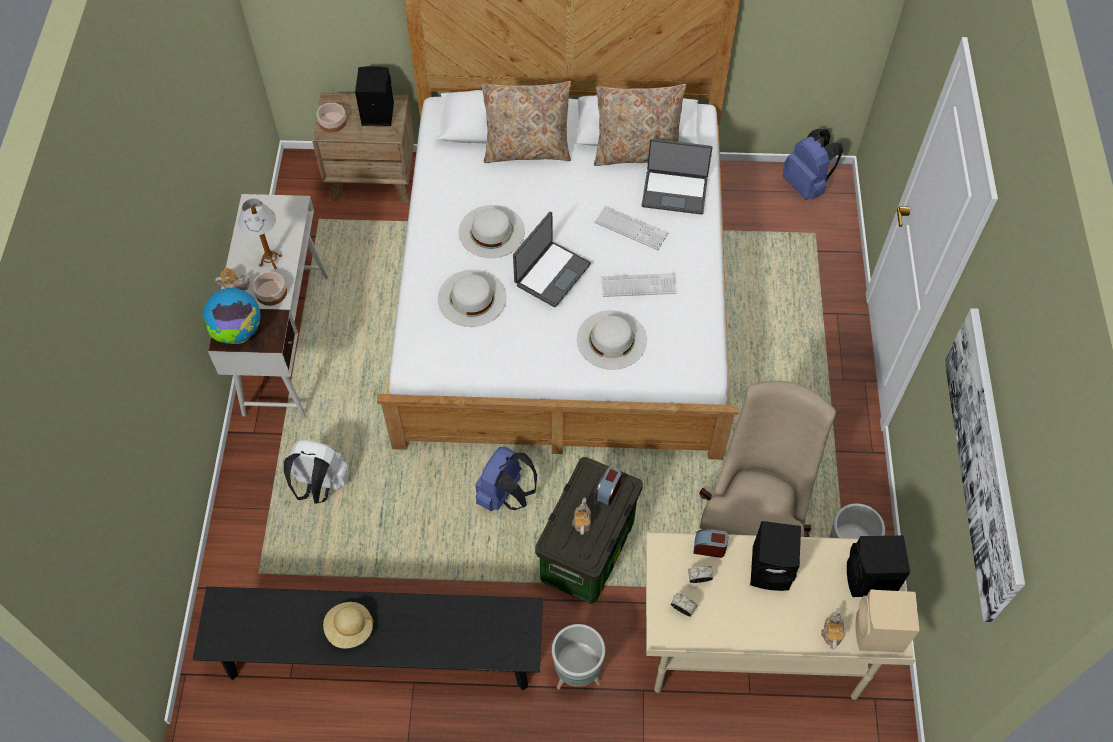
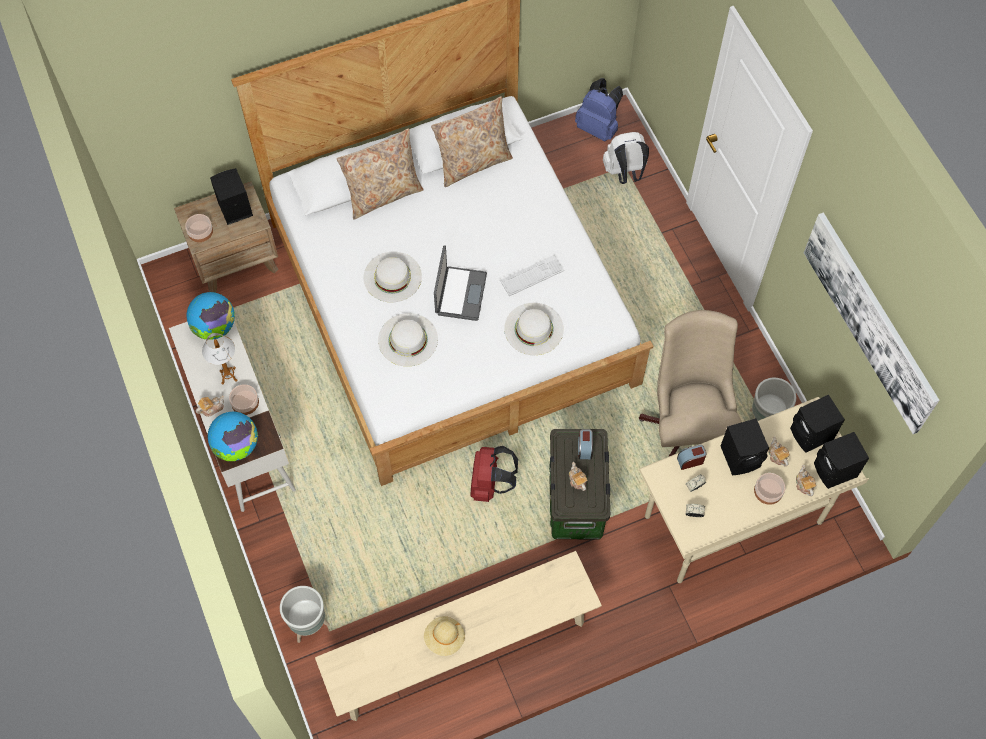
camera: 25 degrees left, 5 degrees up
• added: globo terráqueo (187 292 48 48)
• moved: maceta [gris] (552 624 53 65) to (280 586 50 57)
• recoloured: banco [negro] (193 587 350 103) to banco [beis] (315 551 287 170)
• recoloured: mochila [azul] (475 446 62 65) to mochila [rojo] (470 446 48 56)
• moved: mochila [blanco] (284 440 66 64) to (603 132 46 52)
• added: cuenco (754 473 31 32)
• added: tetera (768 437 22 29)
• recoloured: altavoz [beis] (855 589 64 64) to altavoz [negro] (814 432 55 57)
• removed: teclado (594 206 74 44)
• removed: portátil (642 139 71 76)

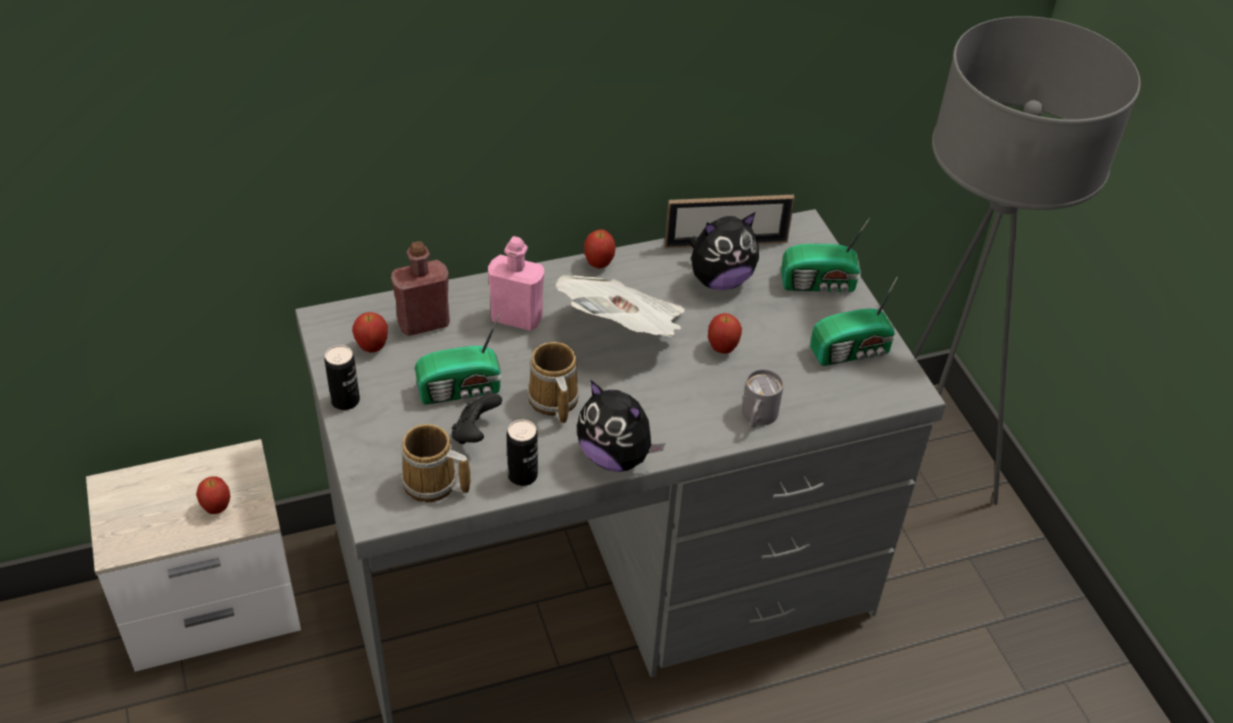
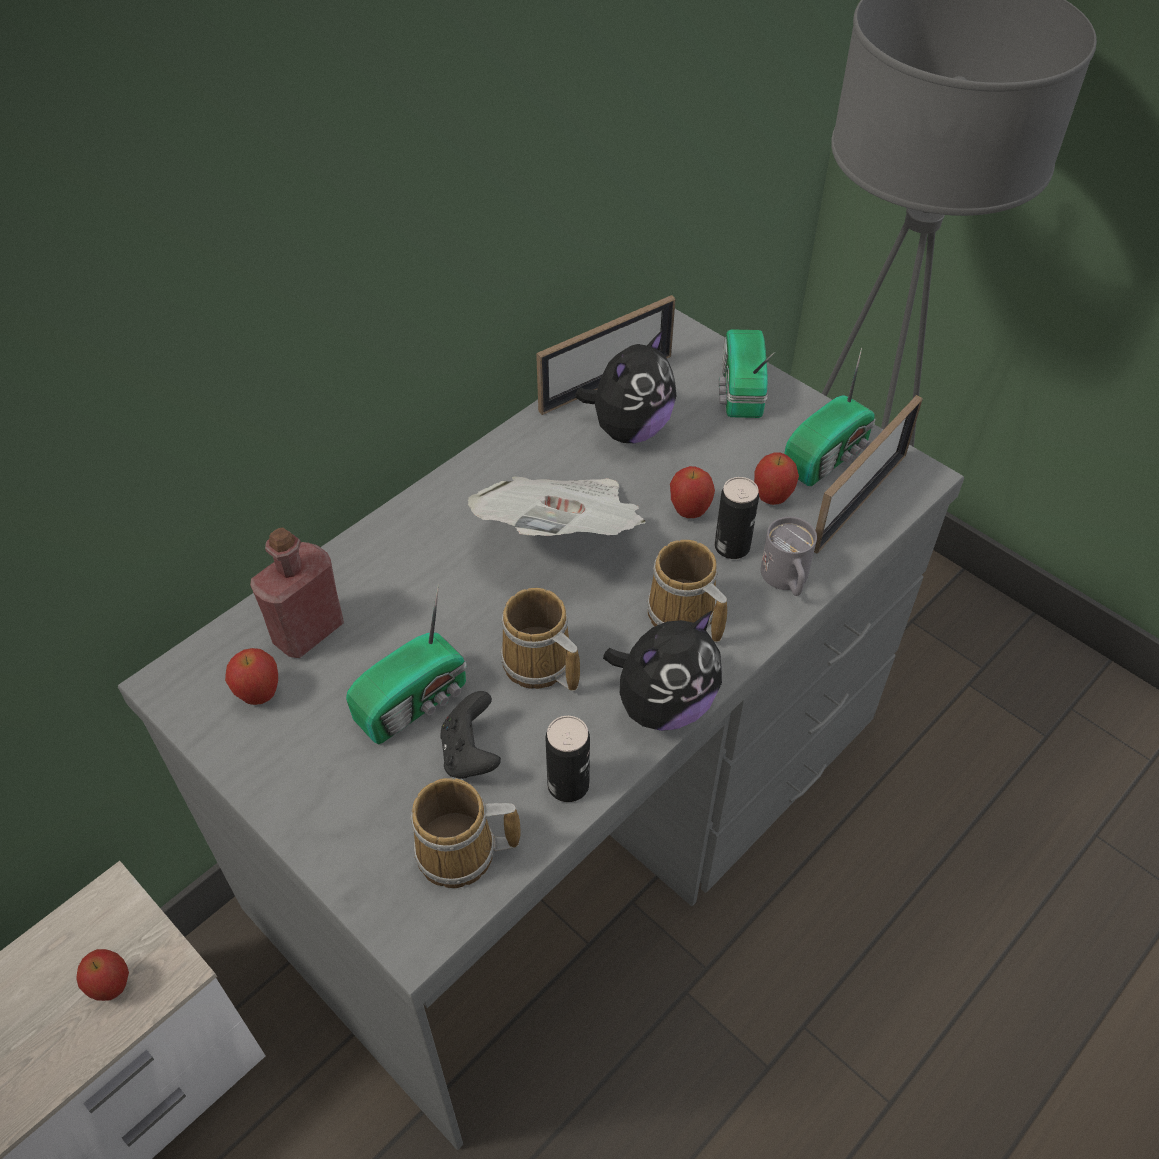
camera: 25 degrees left, 5 degrees up
• turned: peluche (577 380 88 92) = (603 611 119 120) 45 degrees counterclockwise
• added: taza grande (647 540 80 102)
• moved: lata (324 345 36 65) to (714 477 45 82)
• turned: radio (781 218 89 74) = (719 329 56 89) 120 degrees clockwise
• moved: manzana (584 229 32 39) to (754 452 45 53)
• added: portarretratos (814 395 109 158)
• removed: botella [rosa] (488 236 56 95)

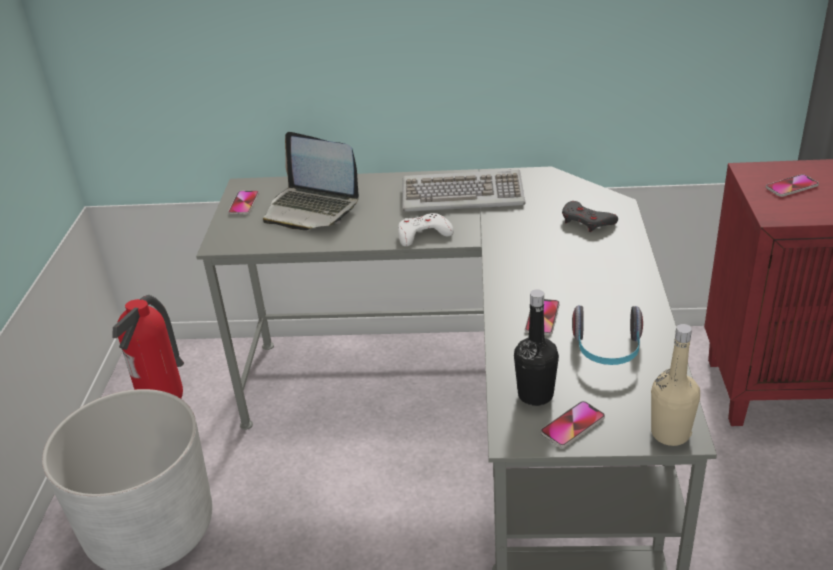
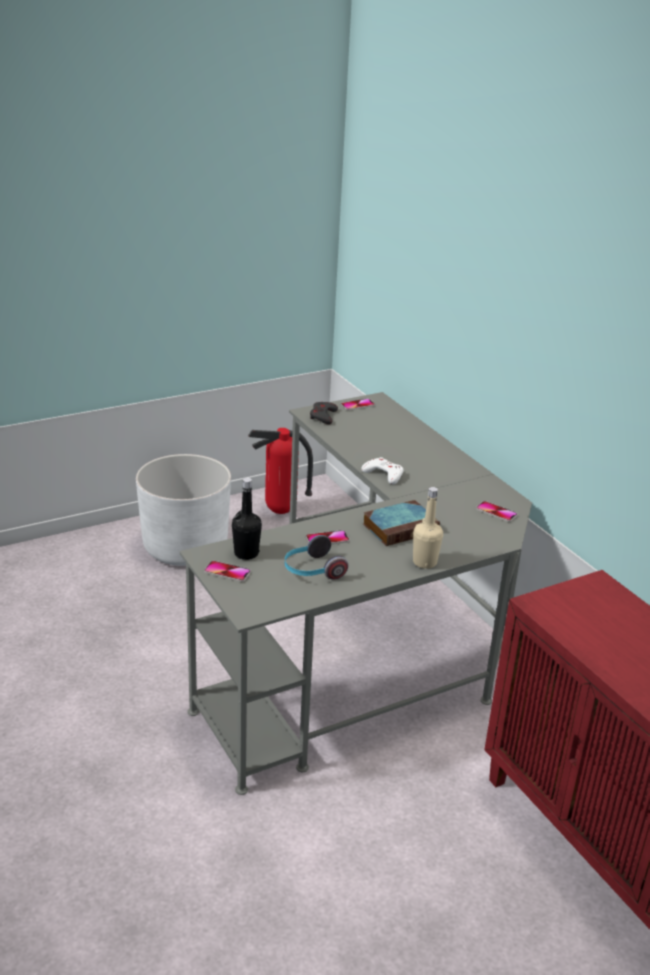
camera: 55 degrees right, 5 degrees down
• moved: mando de consola [gris] (562 201 56 31) to (310 402 28 23)
• added: libro (363 500 77 46)
• moved: botella [beis] (651 324 49 122) to (413 487 30 82)
• moved: móvil (766 174 53 23) to (476 501 42 21)
• removed: portátil (263 132 96 98)
• removed: teclado (403 170 123 42)

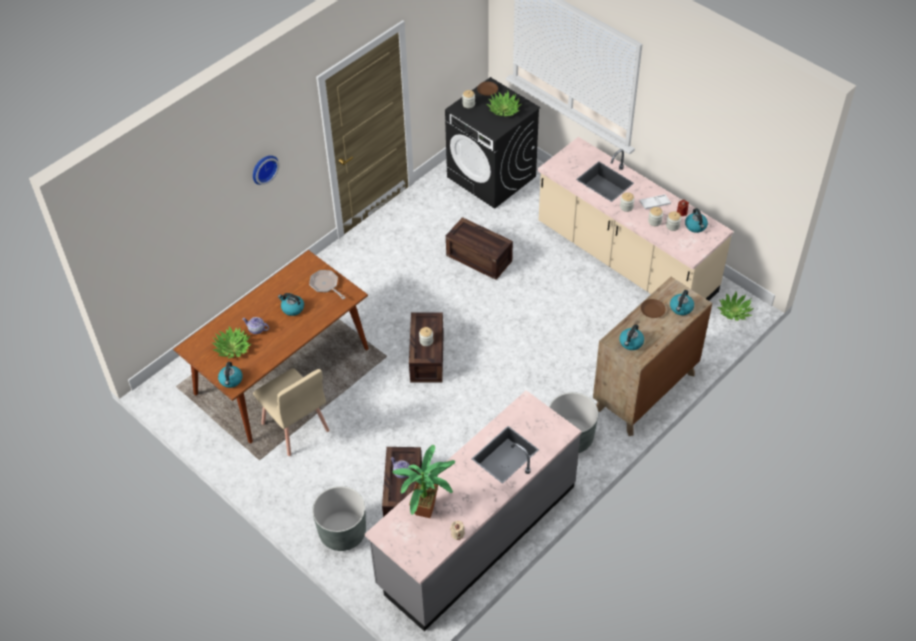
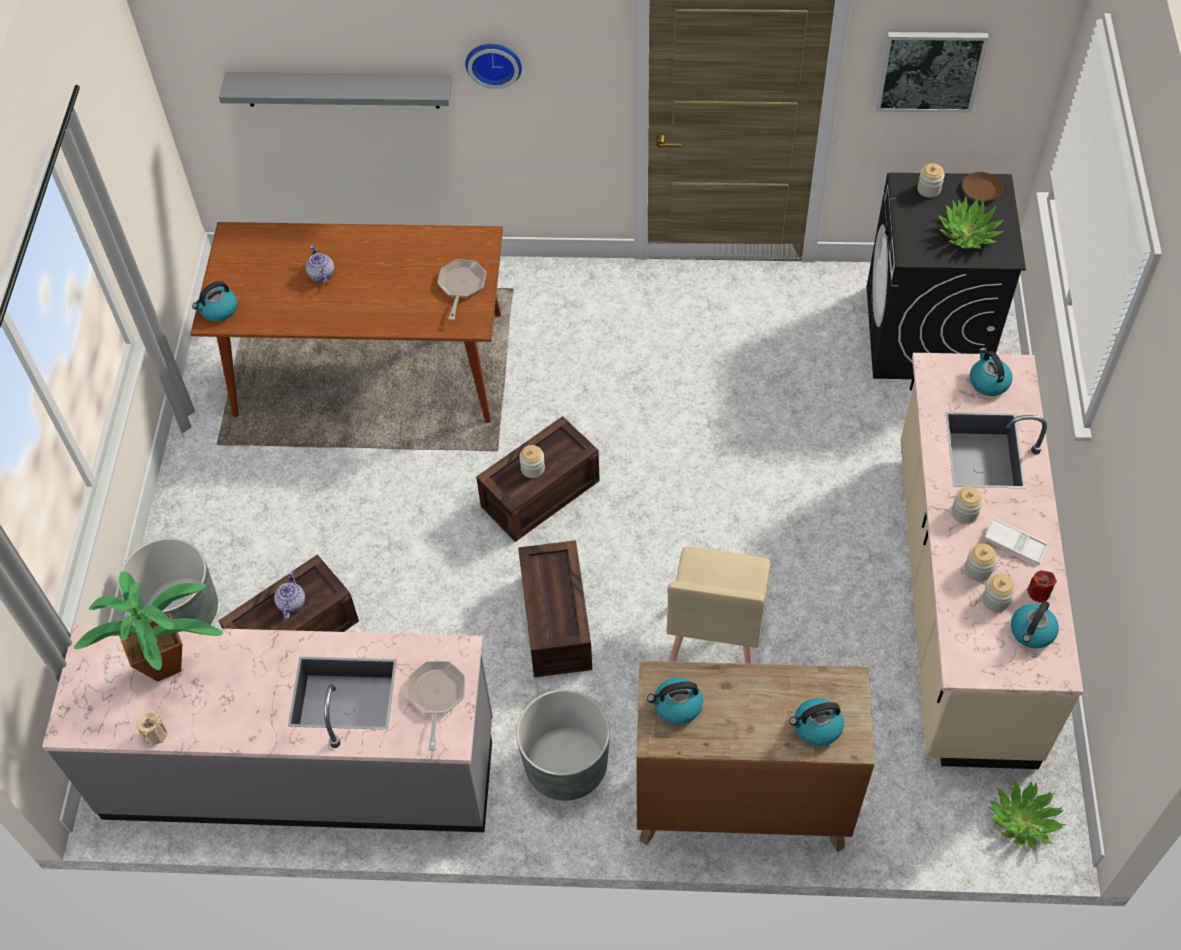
camera: 50 degrees right, 5 degrees up
• added: estante [gris] (219 72 233 37)
• added: sartén (407 661 58 89)
• moved: caja de embalaje (446 217 67 63) to (518 540 74 137)
• moved: silla [beis] (253 368 76 88) to (667 547 103 117)
• added: cuadro (876 32 113 80)
• moved: hervidor (278 293 26 23) to (970 348 43 48)
• removed: planta en maceta (212 326 39 33)
• removed: plato [marrón] (641 299 25 19)

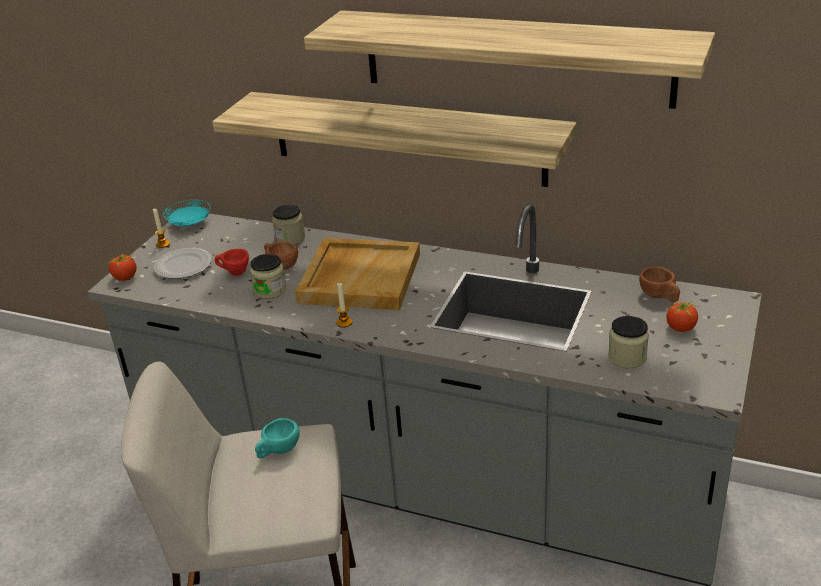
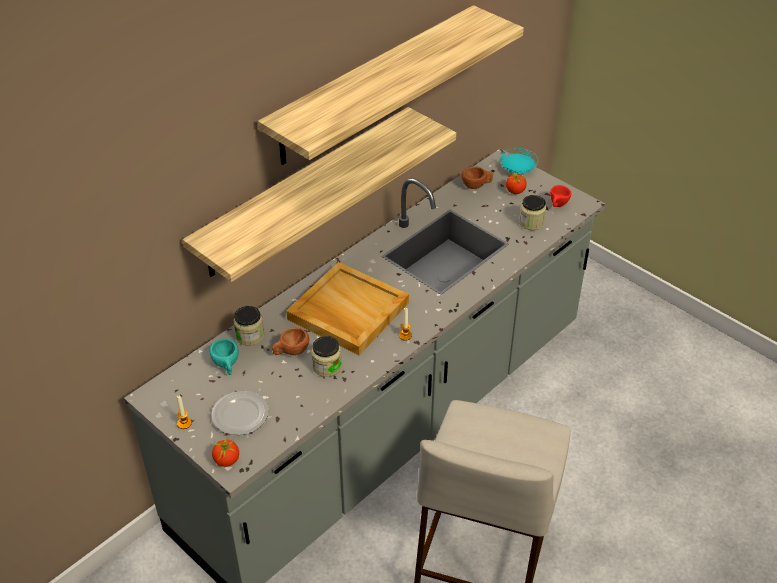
camera: 70 degrees left, 10 degrees up
• moved: taza [turquesa] (255 418 45 41) to (209 339 30 36)
• moved: plato [turquesa] (163 200 48 26) to (500 148 38 25)
• moved: taza [rojo] (215 249 34 27) to (550 185 22 22)

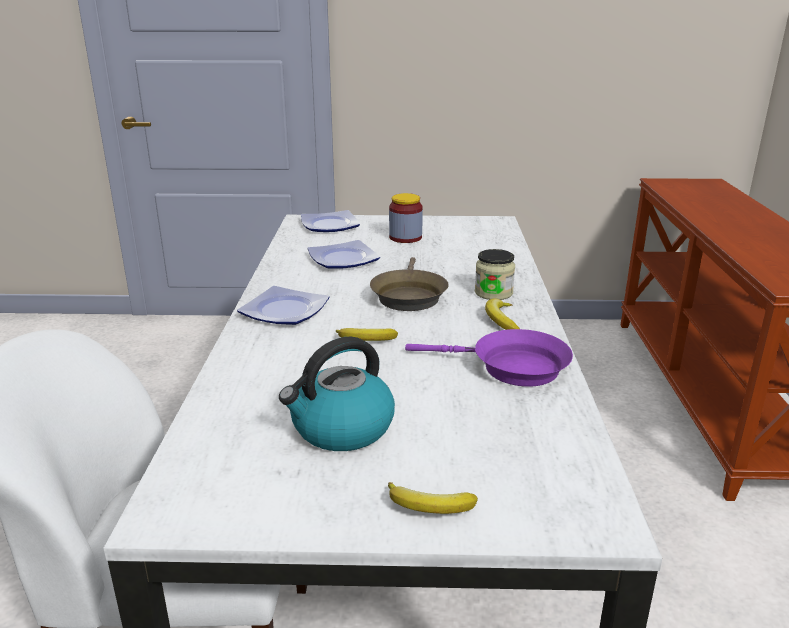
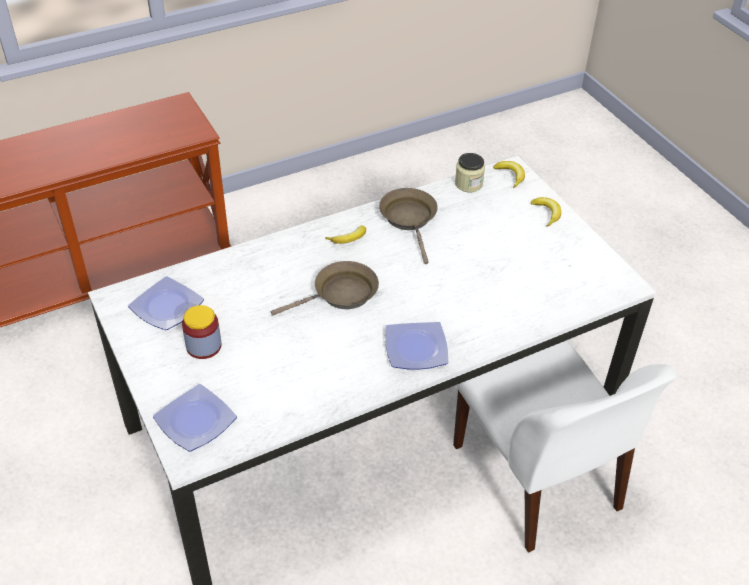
camera: 120 degrees left, 20 degrees up
• moved: plato (307 240 73 28) to (128 276 76 54)
• recoloured: sartén [morado] (405 329 168 58) to sartén [marrón] (379 188 59 76)
• moved: tarro (475 249 40 51) to (455 153 30 39)
• moved: plátano (336 328 62 13) to (493 161 32 27)
• removed: hervidor (279 337 116 114)

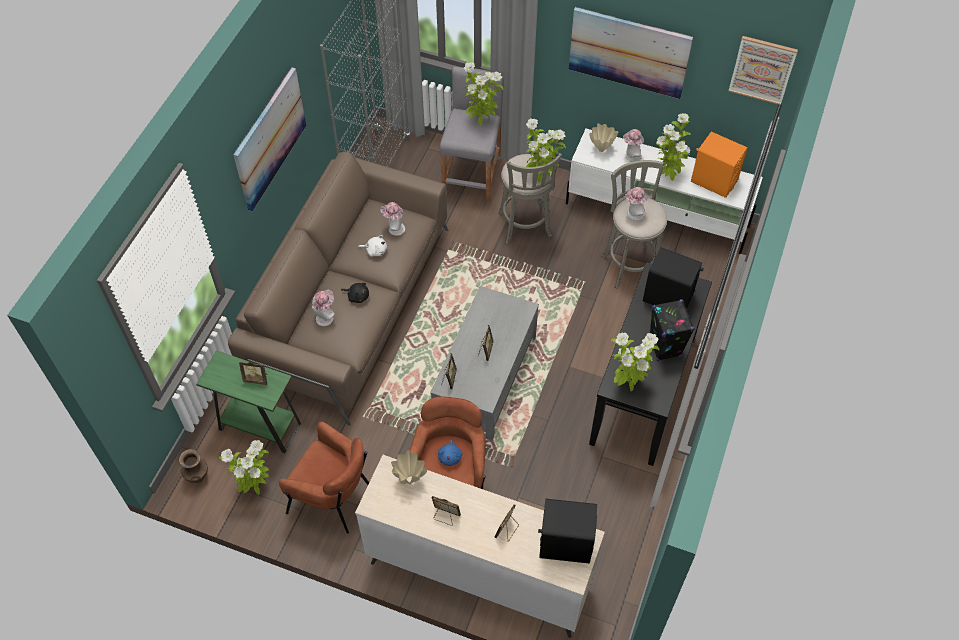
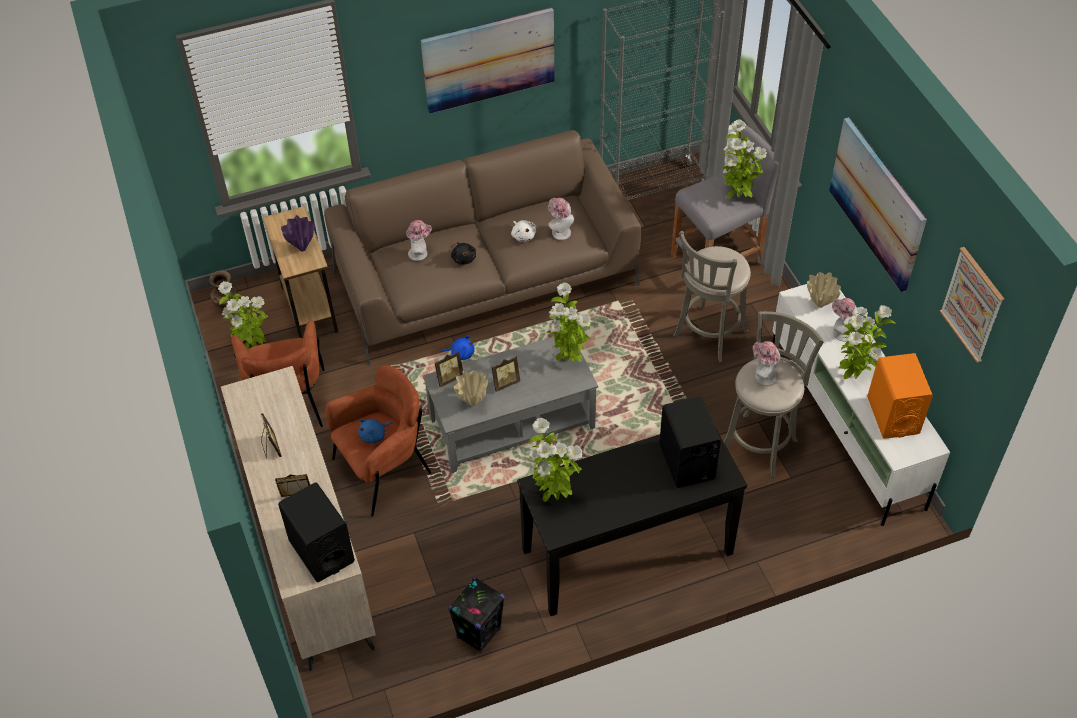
camera: 50 degrees right, 5 degrees down
• recoloured: mesa auxiliar [verde] (196 350 105 103) to mesa auxiliar [marrón] (262 206 76 132)
• replaced: portarretratos (239 361 28 24) to florero [morado] (281 215 34 36)
• added: peluche [azul] (441 335 34 25)
• moved: altavoz [negro] (649 299 46 62) to (448 577 57 76)
• moved: florero [beis] (391 450 36 35) to (454 370 34 36)
• moved: planta en maceta (525 118 41 64) to (547 283 45 79)

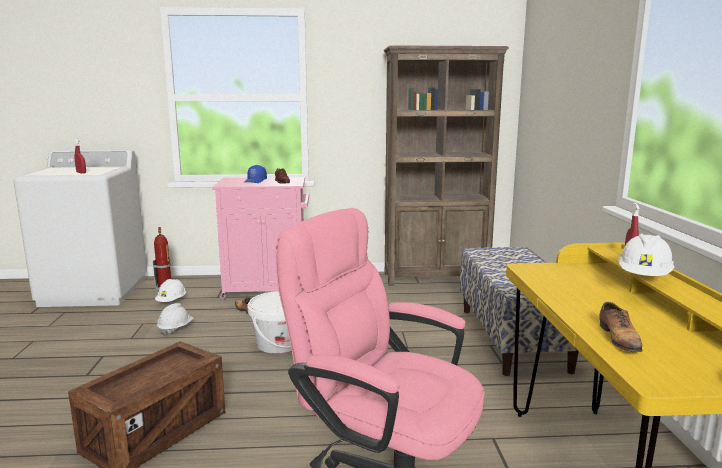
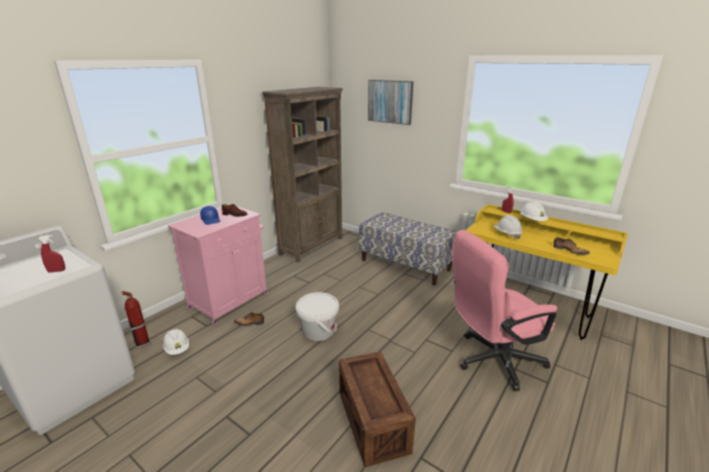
camera: 50 degrees left, 10 degrees up
• added: cuadro (368 80 45 45)
• moved: casco [blanco] (157 303 37 33) to (494 215 28 24)

